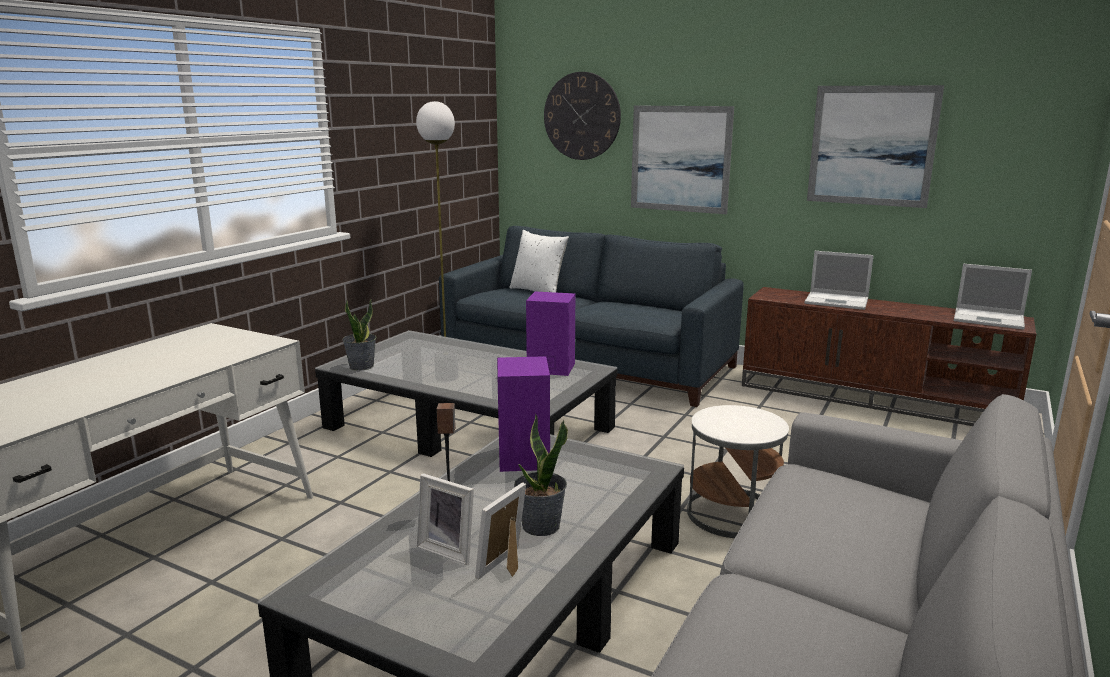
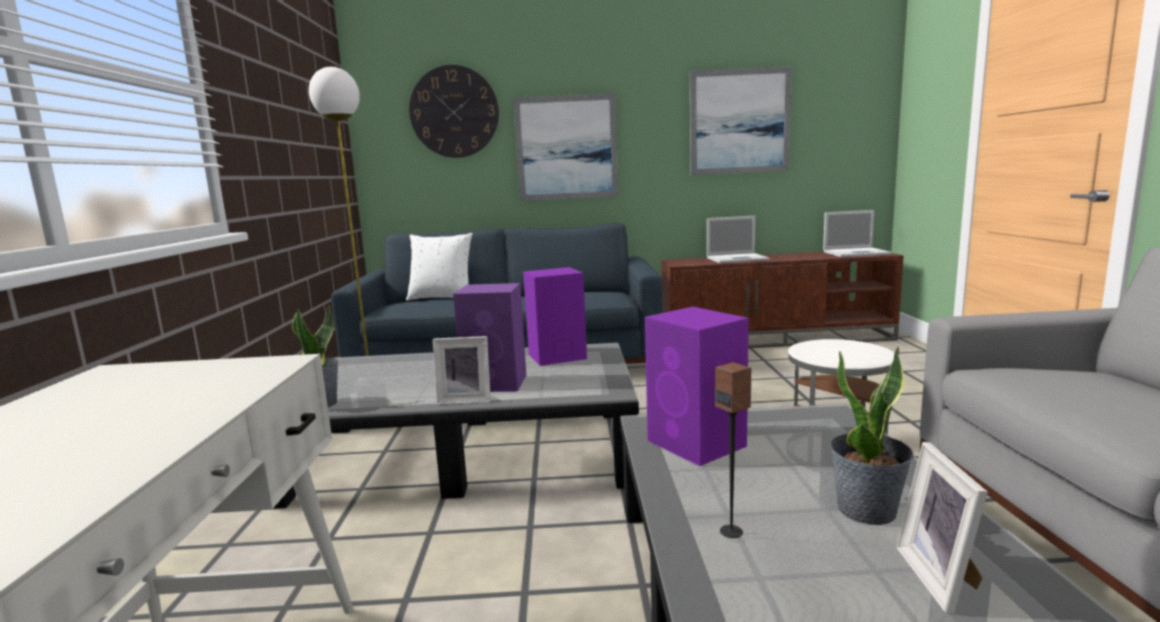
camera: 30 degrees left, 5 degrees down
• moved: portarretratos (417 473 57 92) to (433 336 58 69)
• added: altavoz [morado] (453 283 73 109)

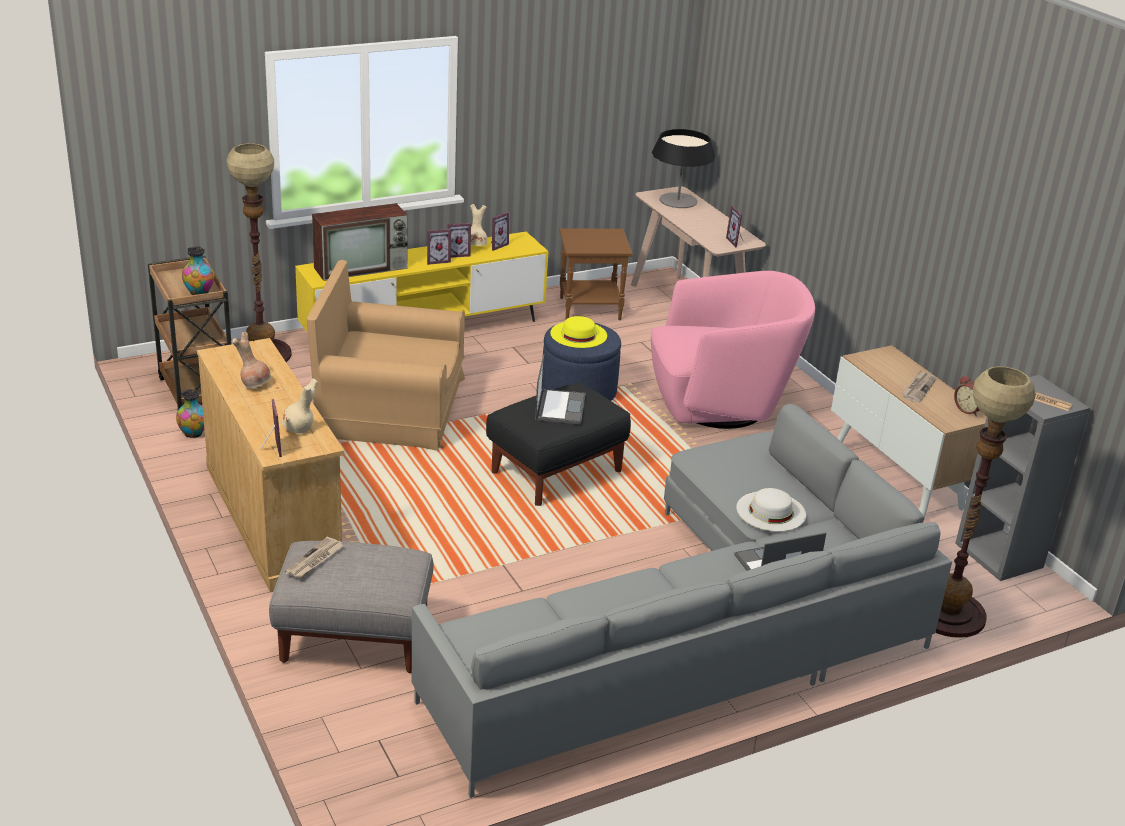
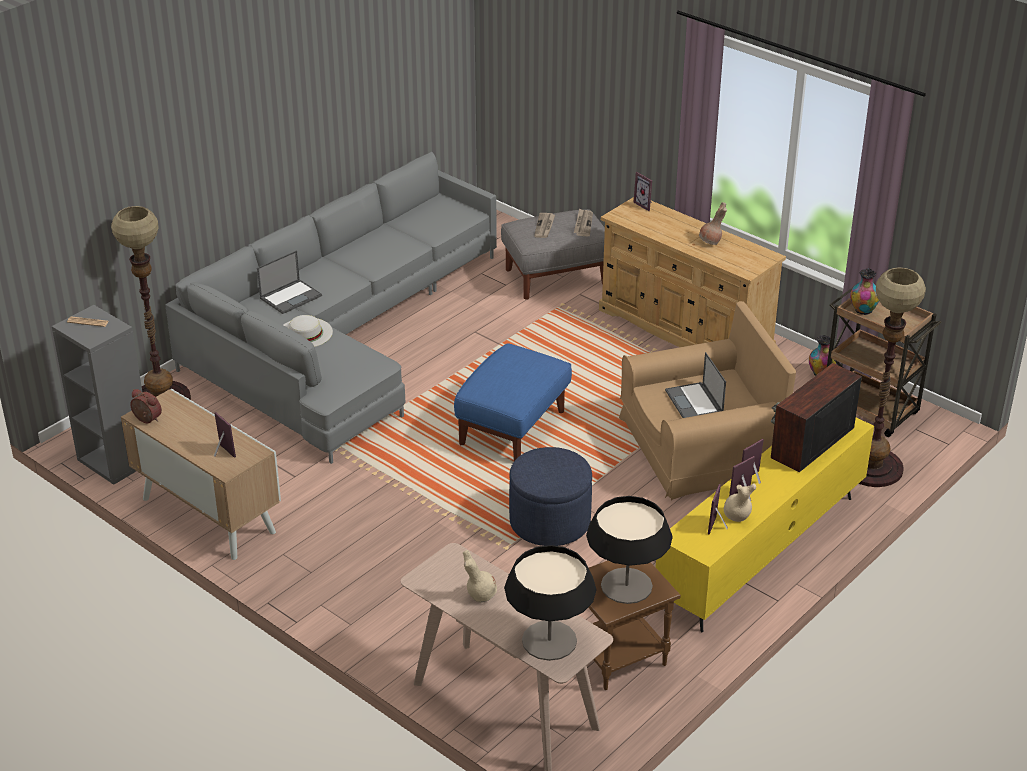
camera: 160 degrees right, 5 degrees up
• moved: portarretratos (726 205 18 42) to (214 412 22 46)
• recoloured: puf [negro] (486 382 145 124) to puf [azul] (454 343 118 118)
• moved: florero [beis] (282 378 36 55) to (463 550 34 52)
• moved: periódico (901 370 35 33) to (534 213 21 25)
• added: lámpara de mesa (586 496 87 108)
• moved: portátil (535 354 51 71) to (665 352 61 66)
• removed: sombrero [amarillo] (550 316 57 32)
• removed: sillón [rosa] (651 271 164 158)

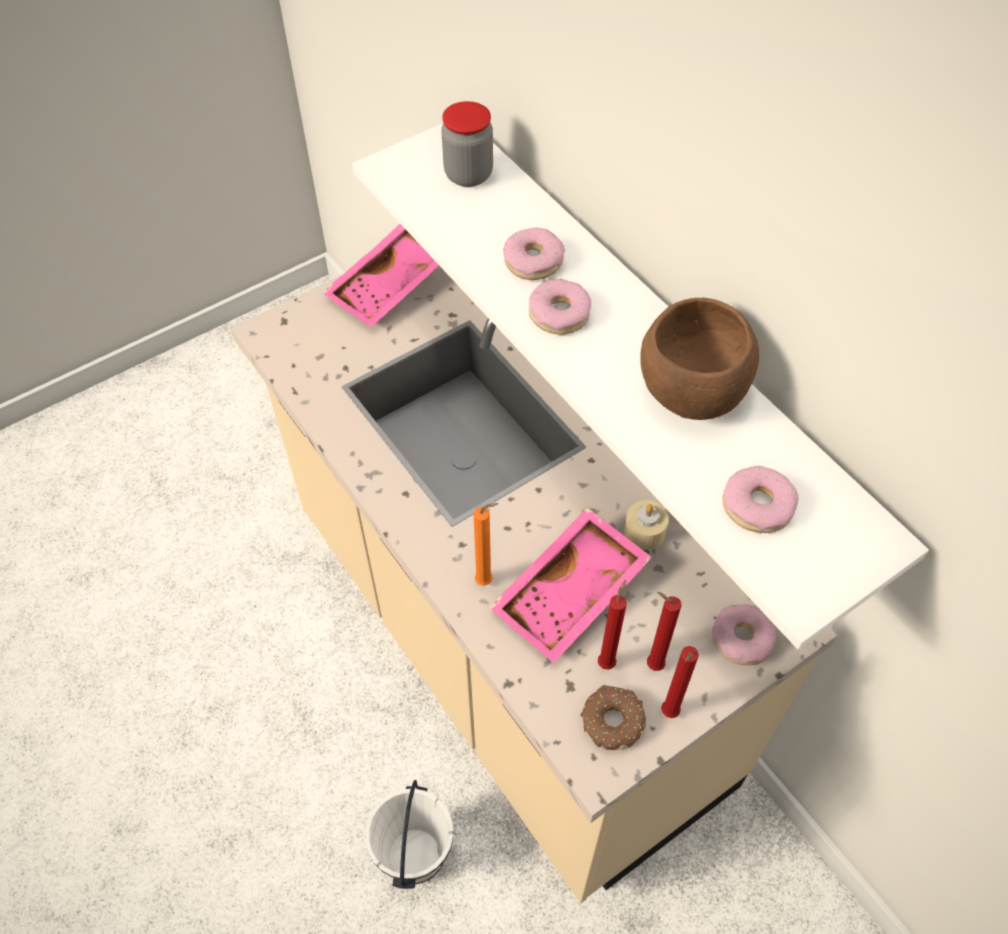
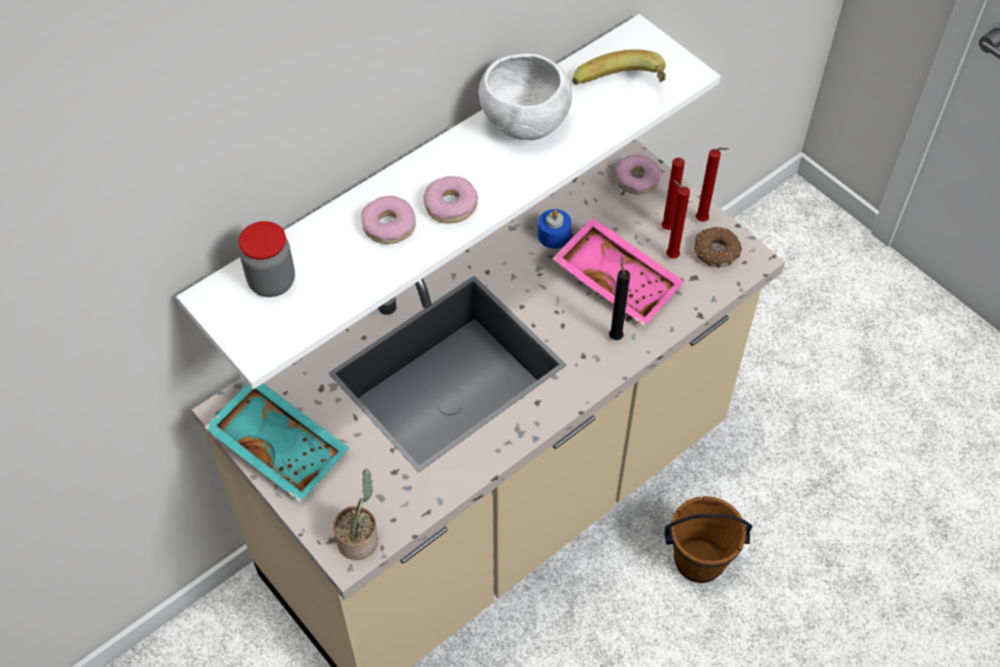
camera: 95 degrees left, 0 degrees up
• recoloured: bandeja [rosa] (323 224 116 103) to bandeja [turquesa] (204 383 145 119)
• added: planta en maceta (333 469 45 91)
• recoloured: cuenco [marrón] (641 298 118 122) to cuenco [blanco] (478 53 94 87)
• recoloured: vela [beis] (624 500 45 50) to vela [azul] (538 209 33 40)
• replaced: rosquilla (722 465 76 68) to plátano (572 49 94 36)
• recoloured: vela [naranja] (473 503 25 83) to vela [negro] (609 257 21 83)
• recoloured: cubo [blanco] (365 780 88 109) to cubo [marrón] (664 496 88 87)

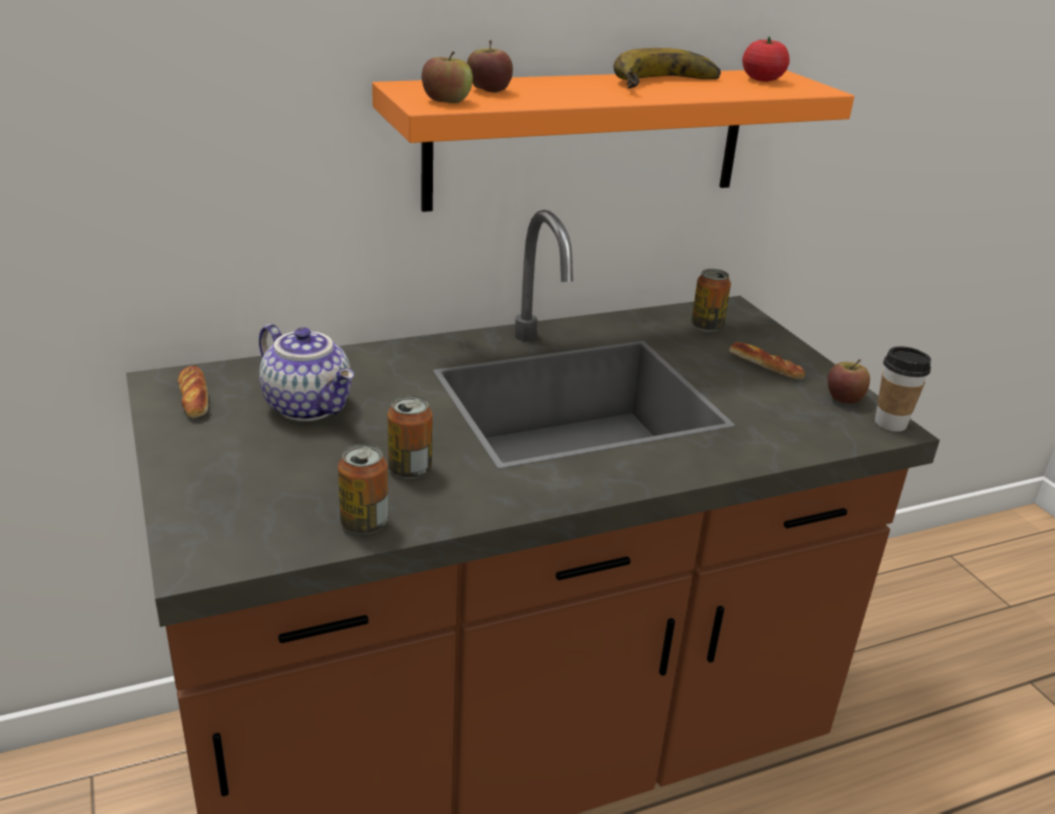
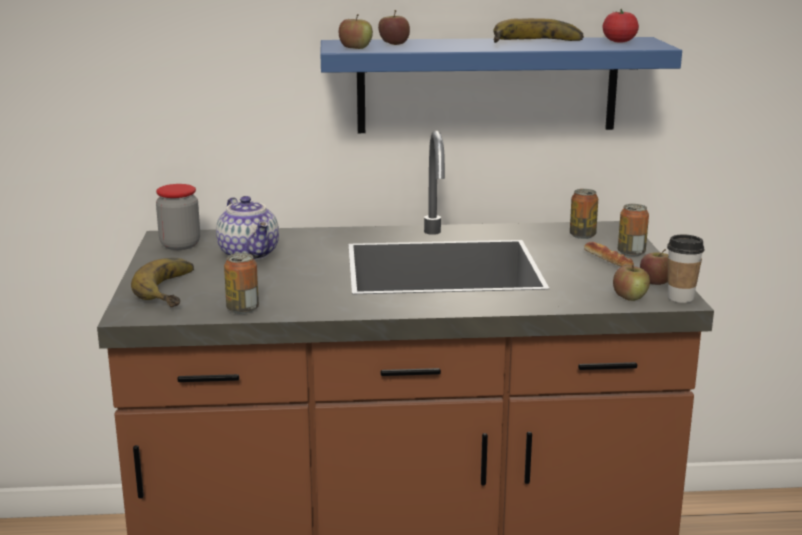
camera: 20 degrees right, 10 degrees down
• added: plátano (131 258 63 49)
• replaced: pan (178 366 30 52) to tarro (156 184 44 66)
• recoloured: estante [naranja] (372 70 482 142) to estante [azul] (320 37 362 96)
• added: manzana (613 265 37 36)
• moved: lata (387 395 46 84) to (618 204 31 52)

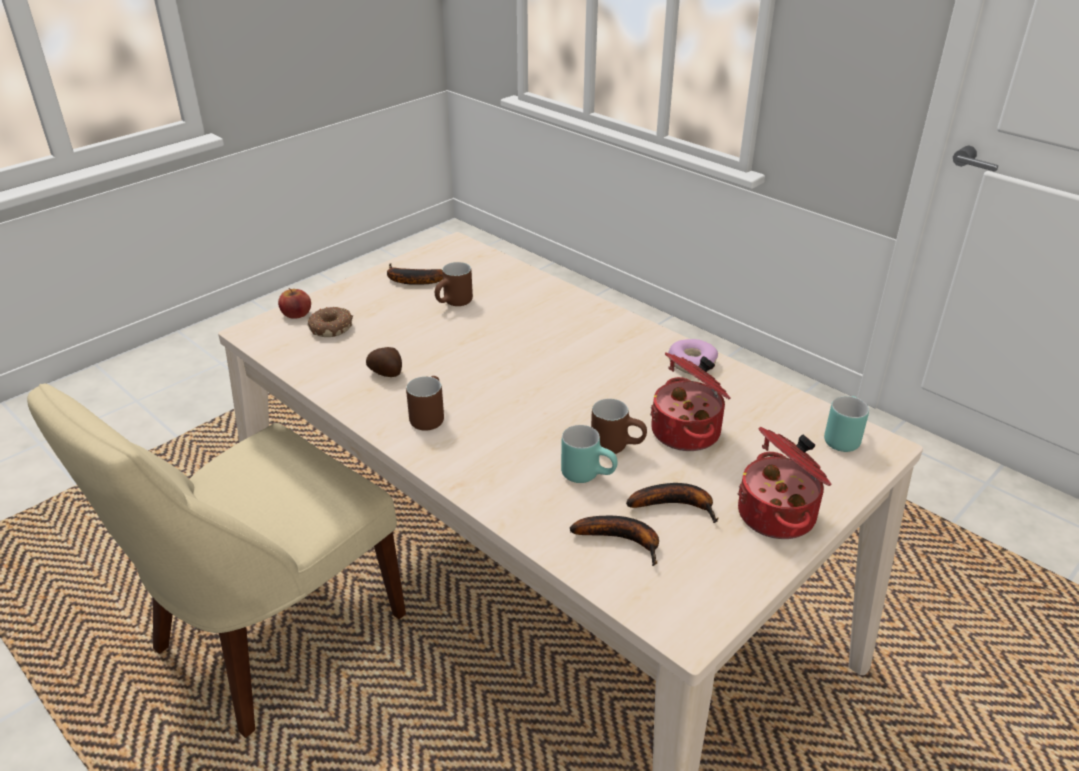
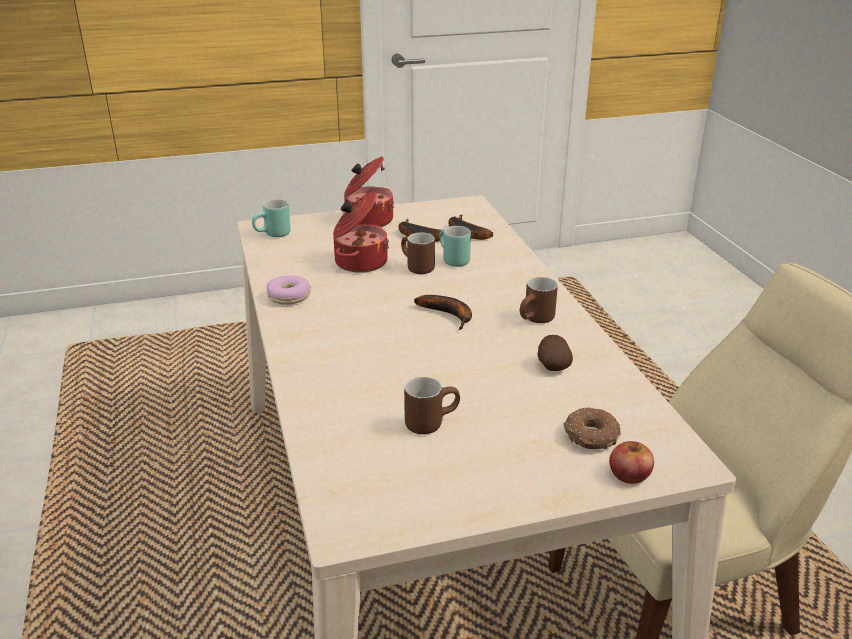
camera: 150 degrees left, 5 degrees down
• moved: plátano (387 263 56 22) to (414 295 58 35)

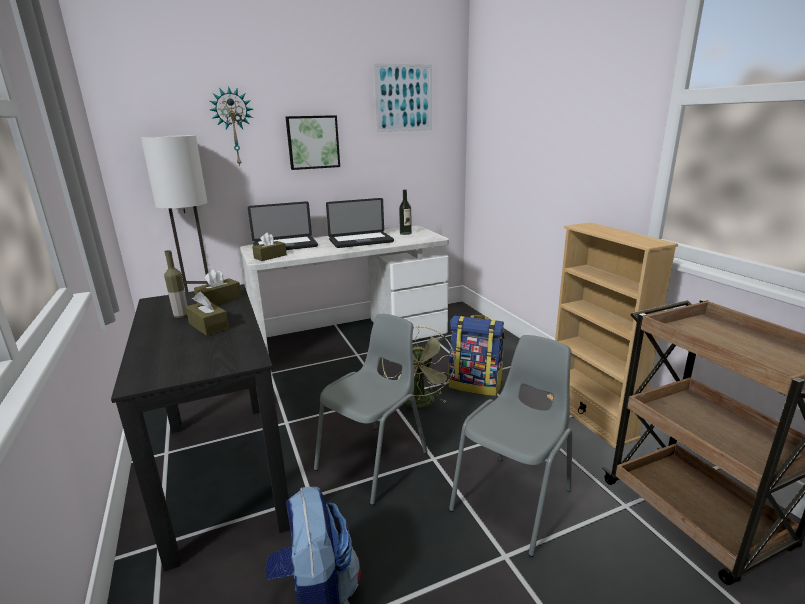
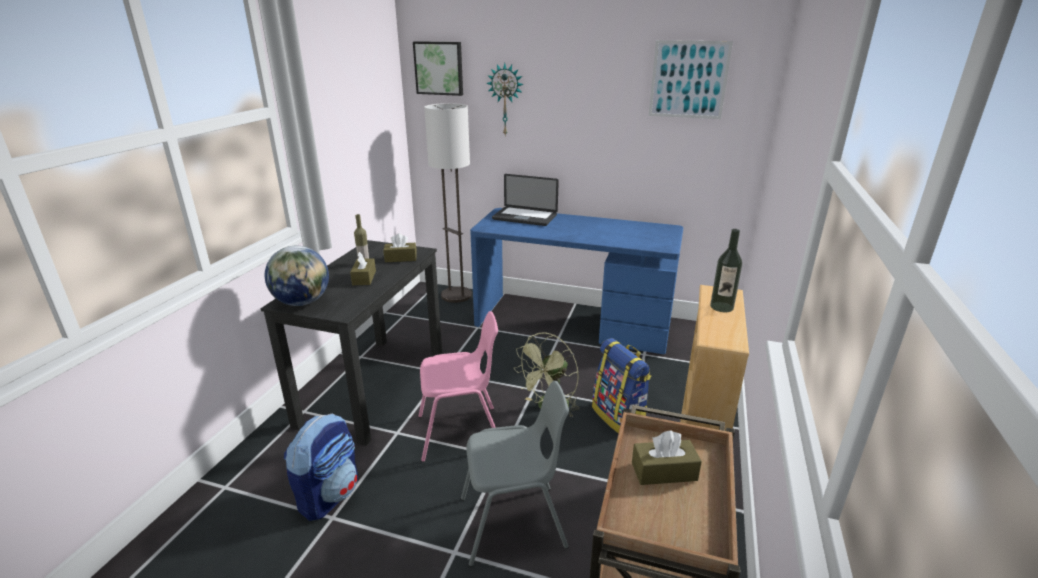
camera: 40 degrees right, 5 degrees up
• added: globo terráqueo (265 246 64 60)
• moved: cuadro (286 115 54 55) to (413 41 50 55)
• recoloured: silla [gris] (314 314 113 191) to silla [rosa] (419 311 79 151)
• recoloured: escritorio [blanco] (240 226 209 145) to escritorio [azul] (470 208 213 146)
• moved: caja de pañuelos [marrón] (252 232 35 29) to (632 430 70 55)
• moved: botella (399 189 13 46) to (710 229 32 83)
• removed: portátil (326 198 68 50)

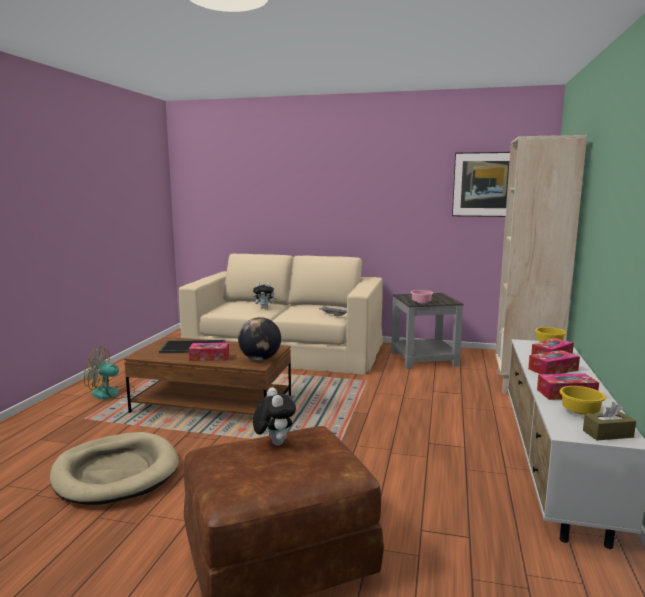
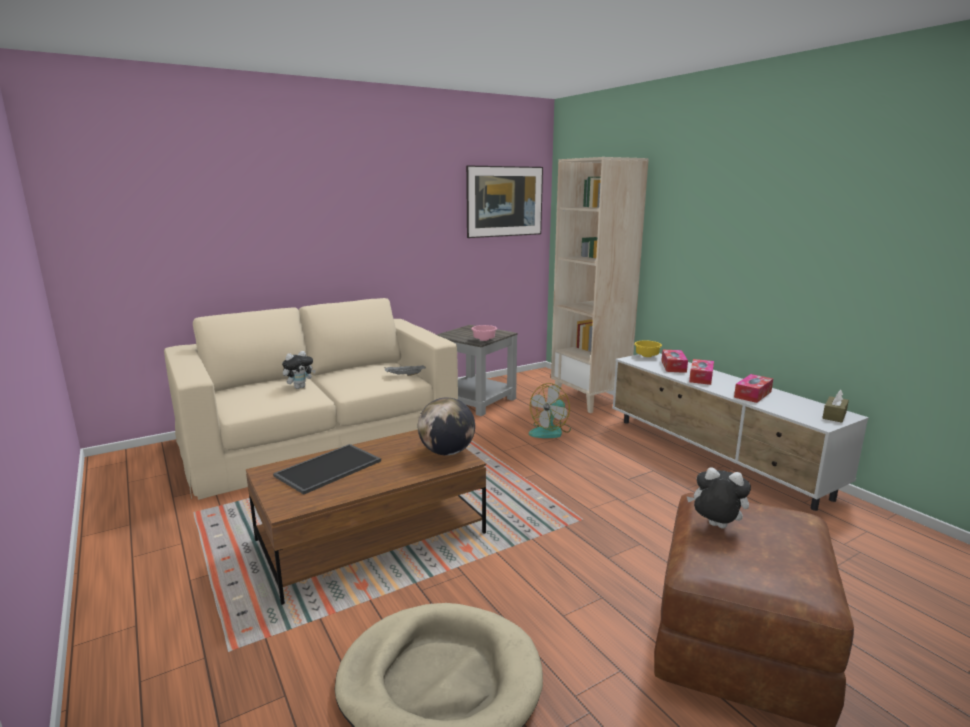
camera: 45 degrees left, 5 degrees up
• moved: ventilador (84 346 51 53) to (529 383 42 55)
• removed: caja de pañuelos (189 343 40 18)
• removed: cuenco [amarillo] (560 386 46 29)

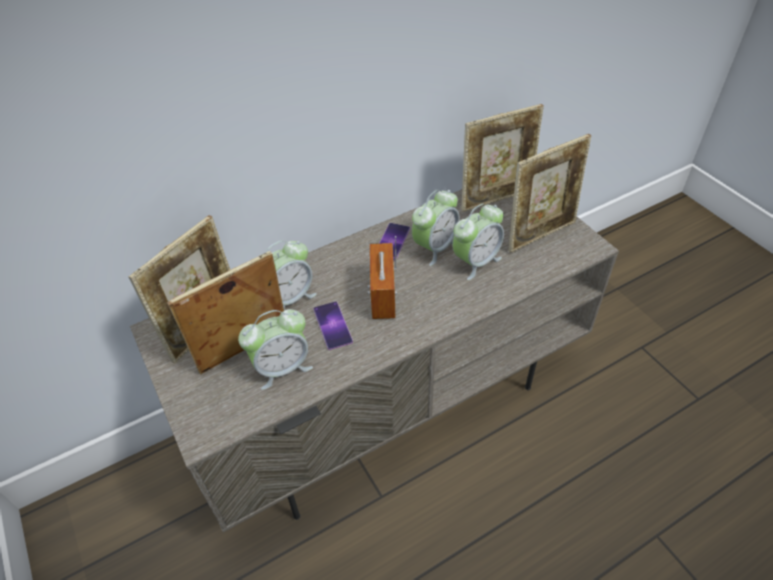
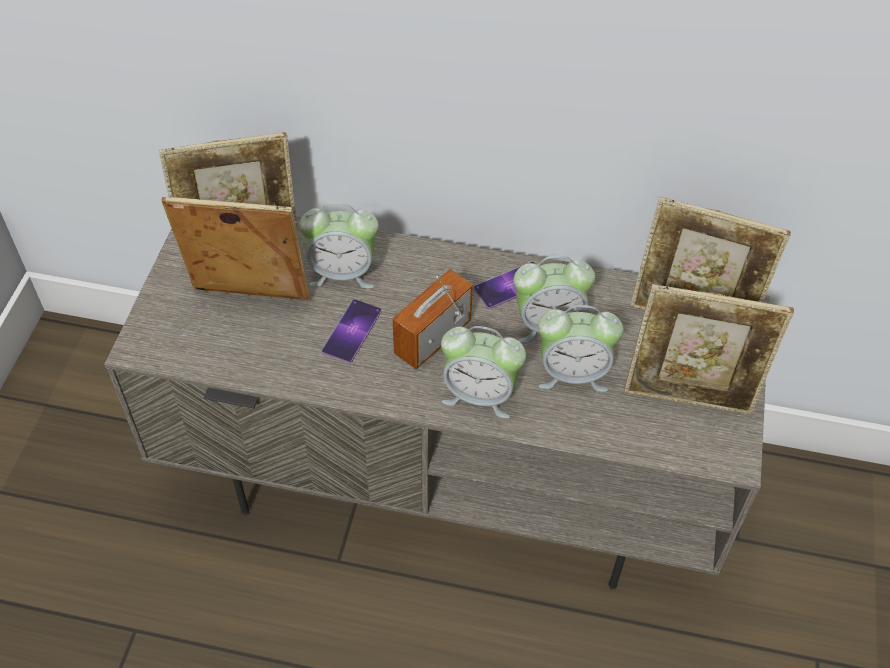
camera: 40 degrees right, 5 degrees up
• moved: despertador (238 309 75 81) to (441 326 85 92)

